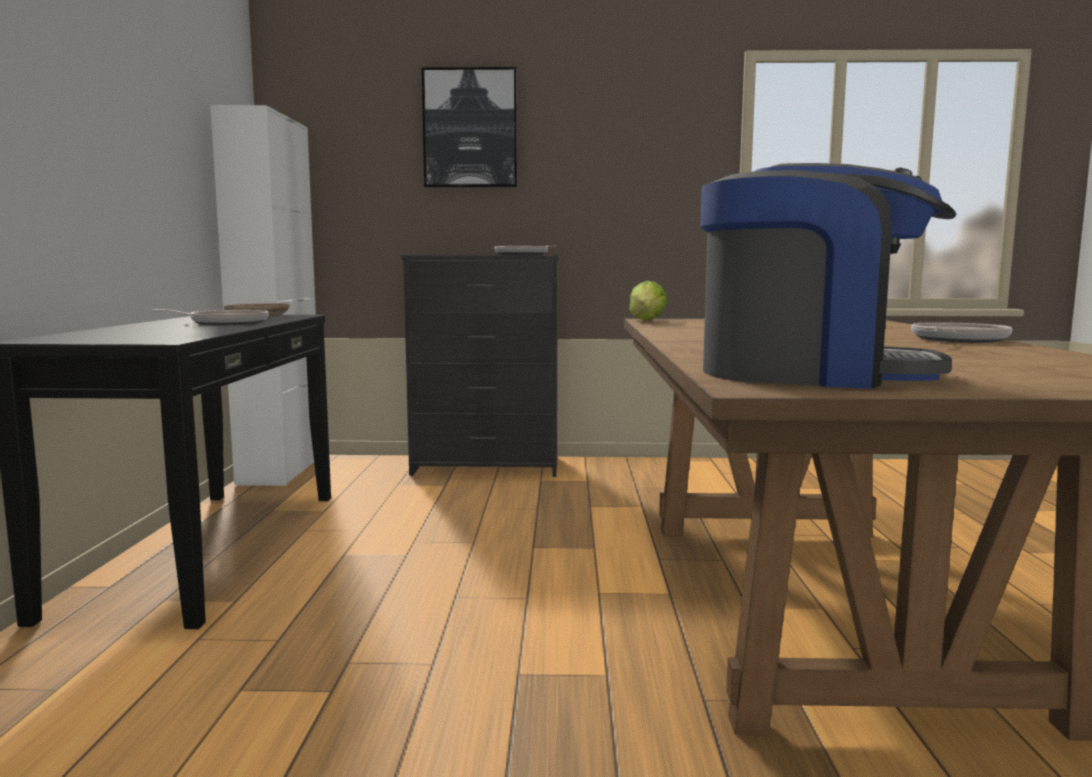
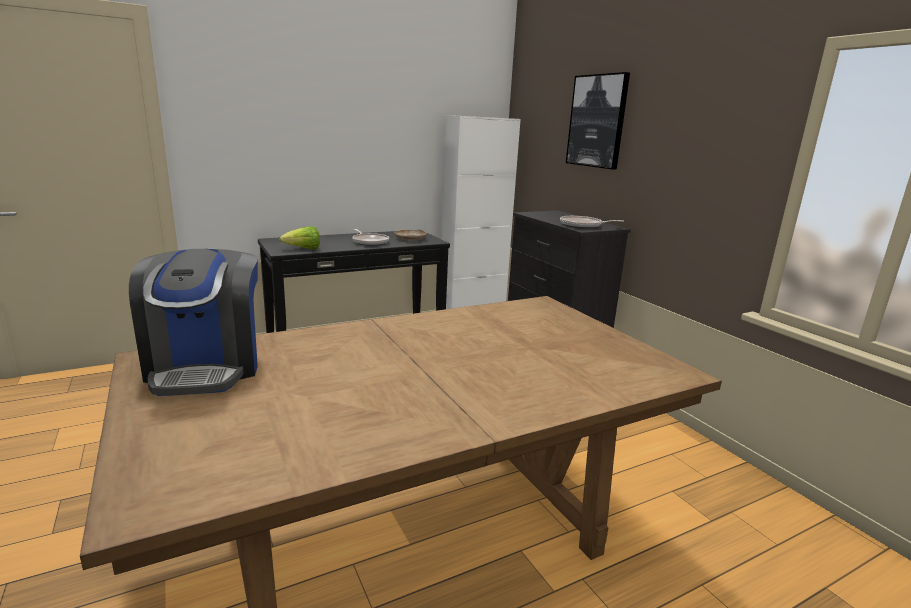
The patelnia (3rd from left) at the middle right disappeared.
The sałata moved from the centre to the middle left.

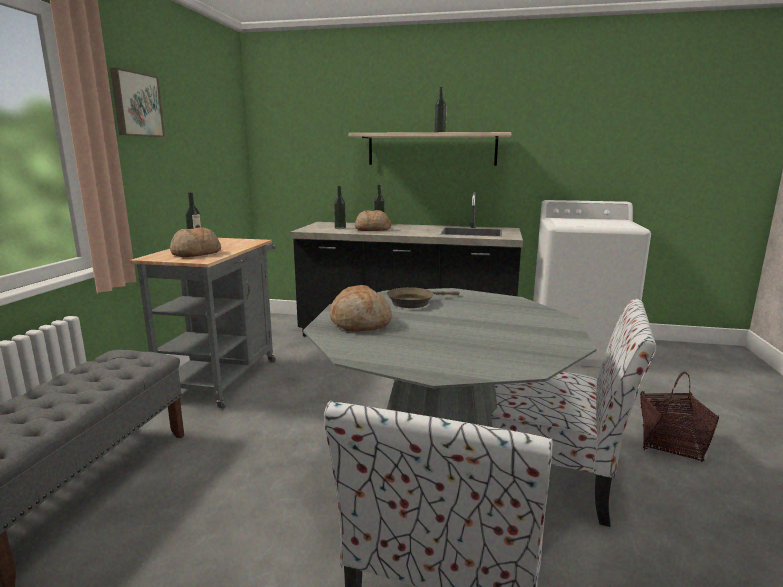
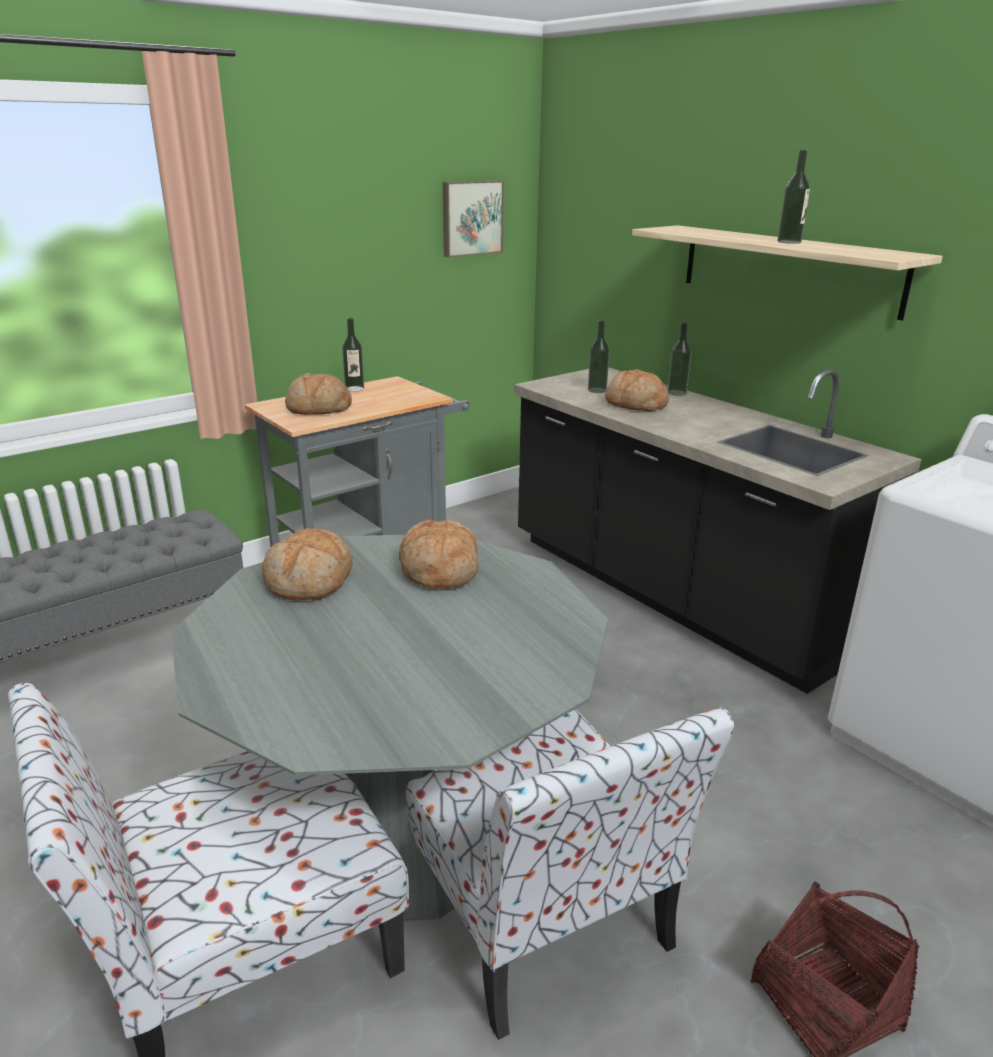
The obraz moved from the top left to the top centre.
The patelnia [brązowy] at the centre was replaced by the chleb (3rd from left) at the centre.

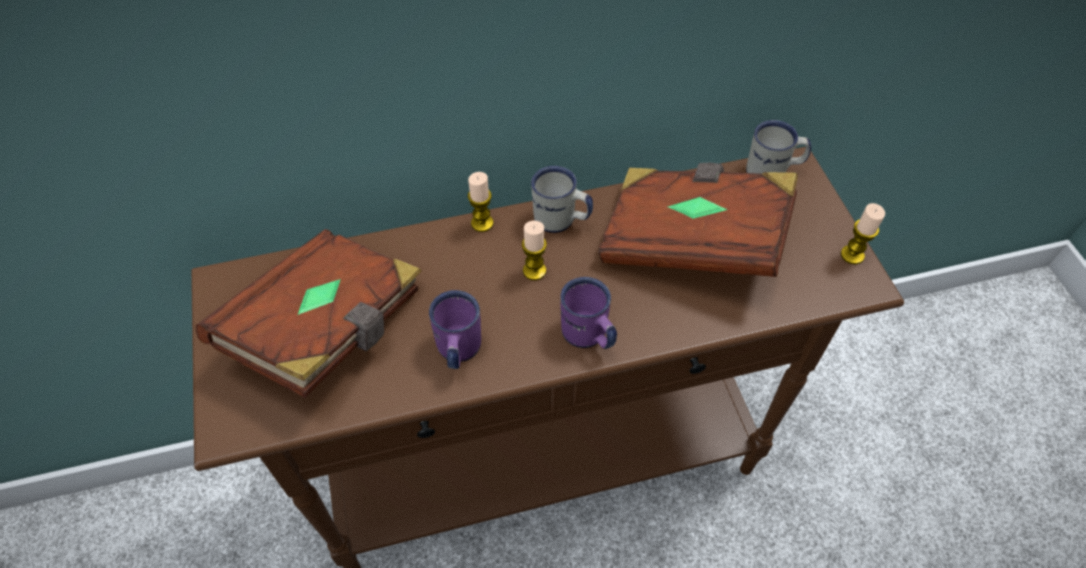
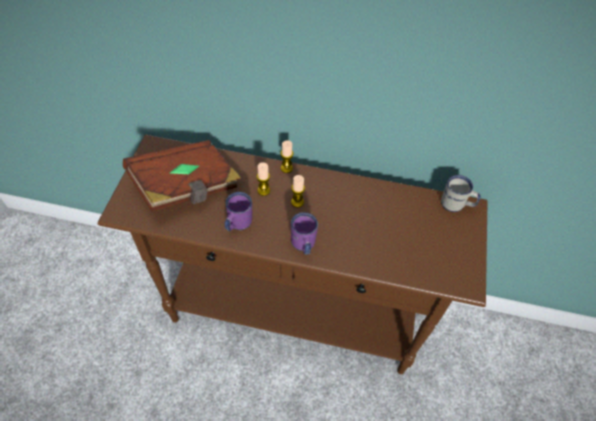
The kubek [biały] (1st from left) at the centre disappeared.
The książka [brązowy] (2nd from left) at the centre disappeared.
The świeca (3rd from left in the first image) moved from the middle right to the centre.

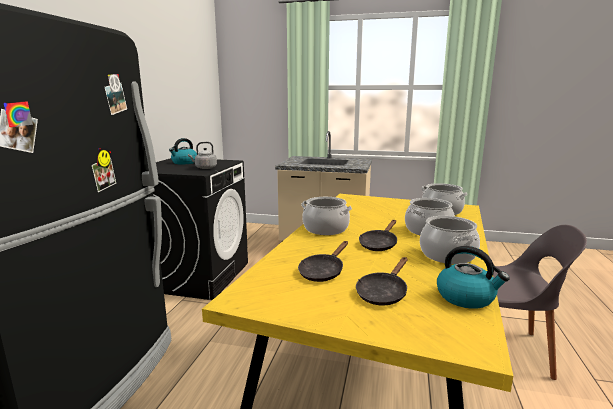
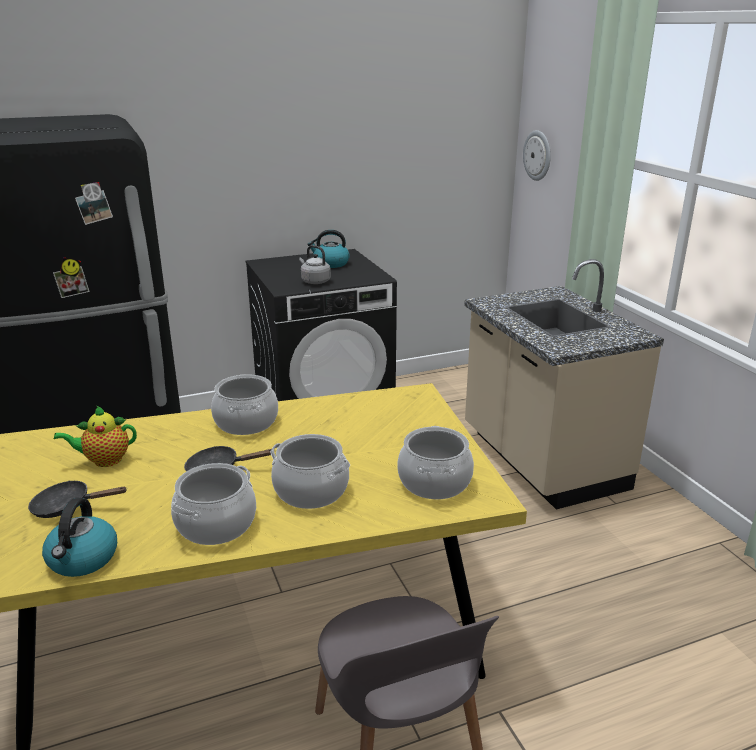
The zegar ścienny at the top right appeared.
The patelnia [czarny] (1st from left) at the centre was replaced by the imbryk at the middle left.

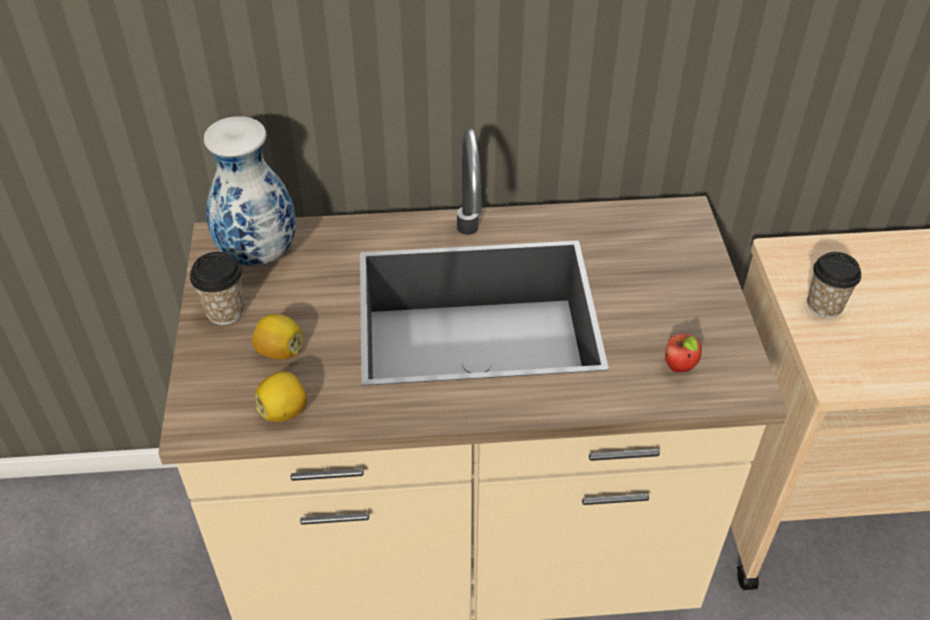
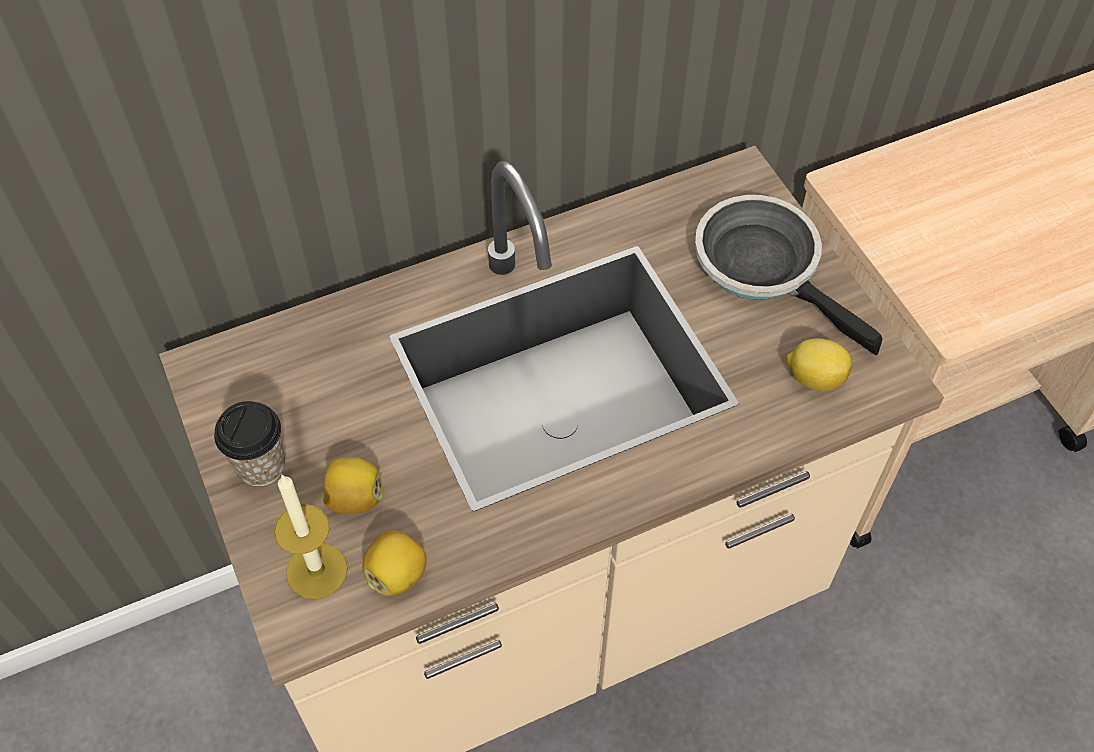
The wazon at the top left disappeared.
The filiżanka (2nd from left) at the middle right disappeared.
The świeca at the bottom left appeared.
The patelnia at the middle right appeared.
The jabłko at the middle right was replaced by the cytryna (3rd from left) at the middle right.

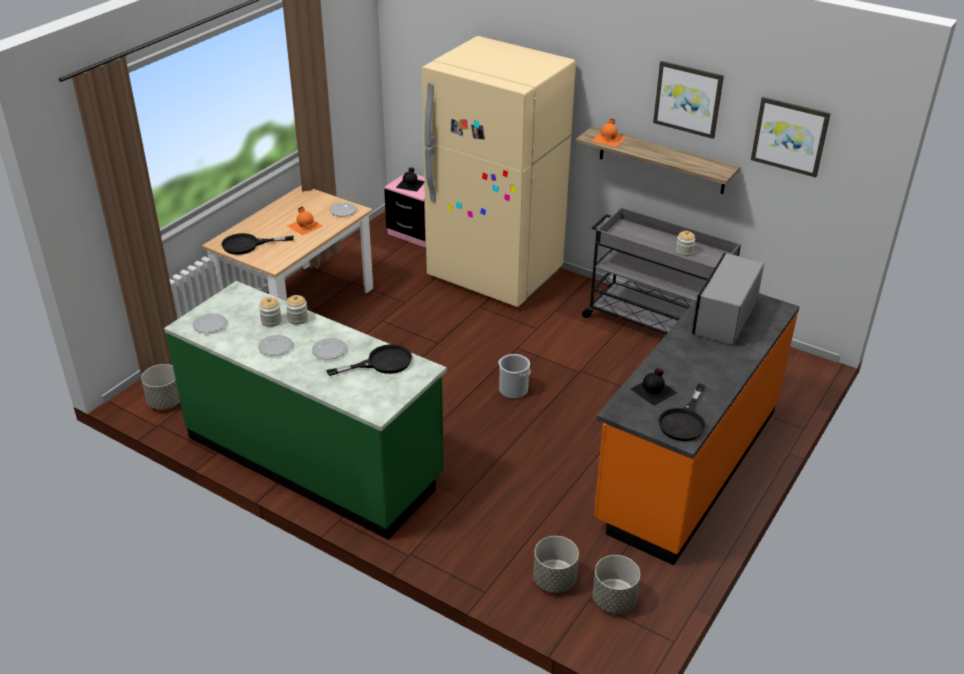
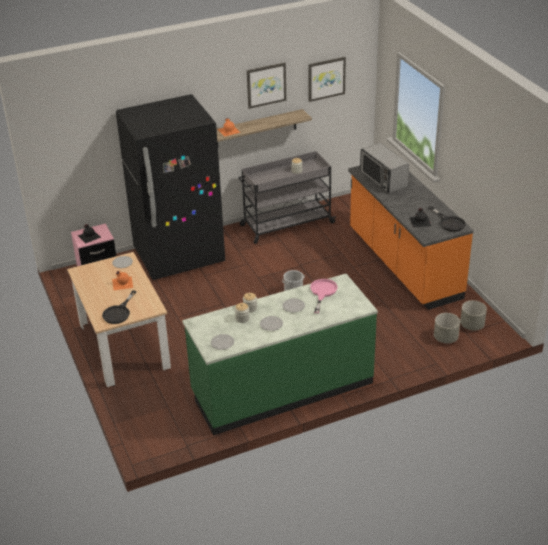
The donica [szary] (1st from left) at the middle left disappeared.
The patelnia [czarny] (2nd from left) at the centre became the patelnia [różowy] at the centre.
The lodówka [beżowy] at the top centre became the lodówka [czarny] at the middle left.

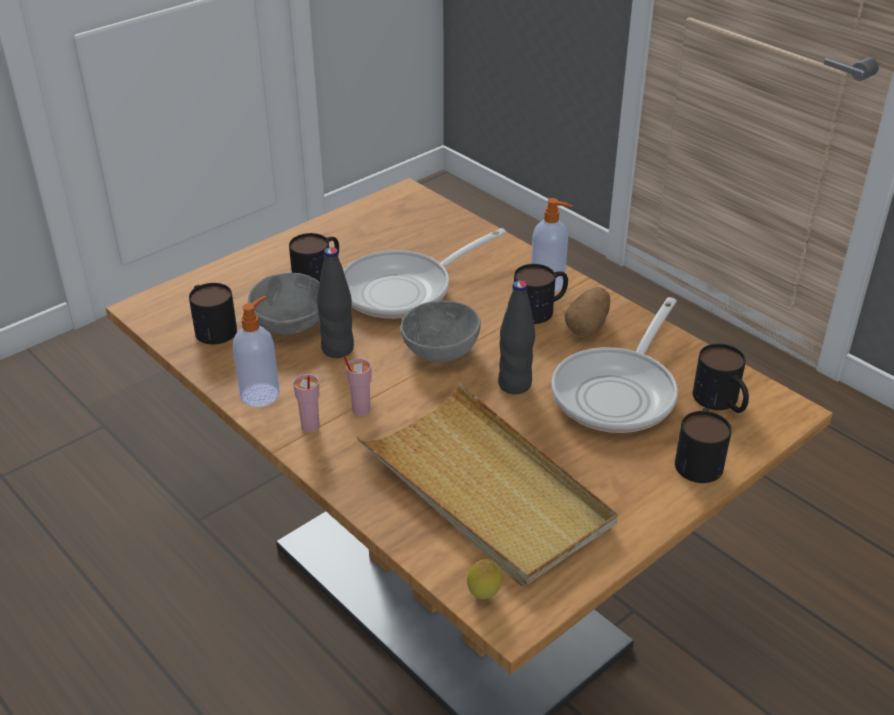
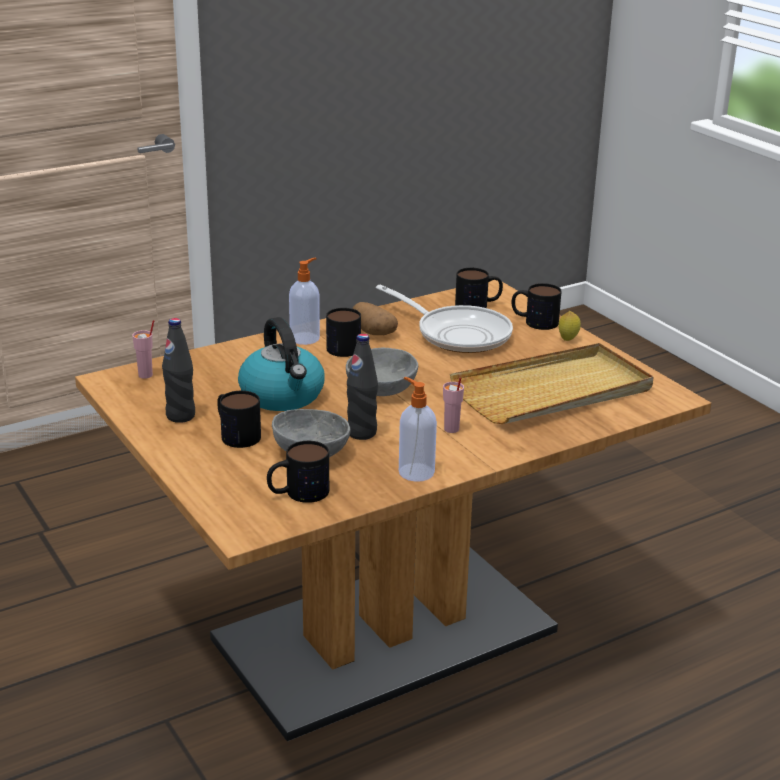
The filiżanka [różowy] (1st from left) moved from the centre to the middle left.
The cytryna moved from the bottom centre to the middle right.
The butelka [czarny] (2nd from left in the first image) moved from the centre to the middle left.
The patelnia (1st from left) at the centre was replaced by the czajnik at the centre.

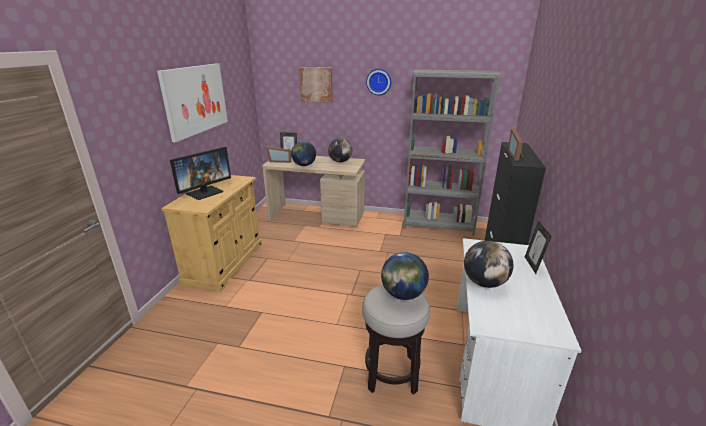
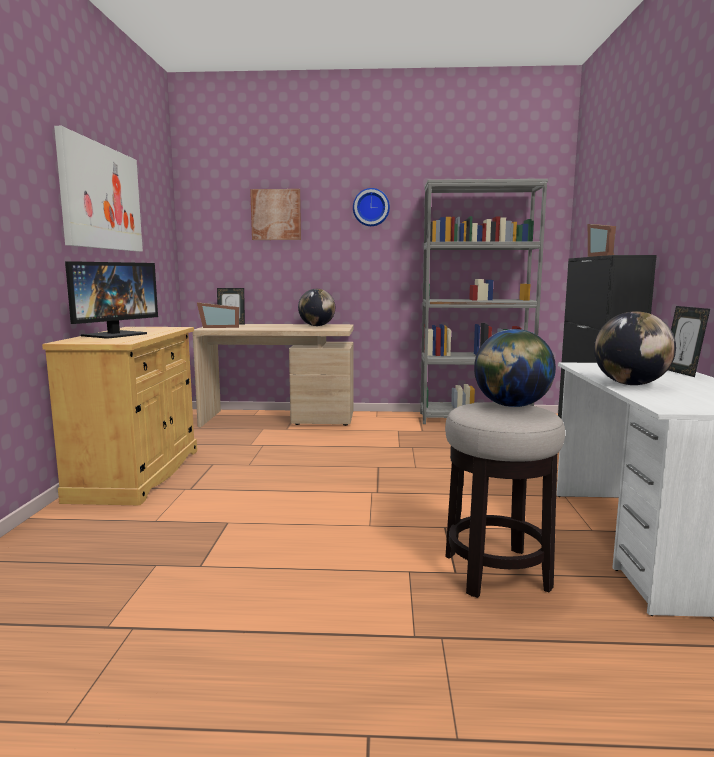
The globus (1st from left) at the centre disappeared.

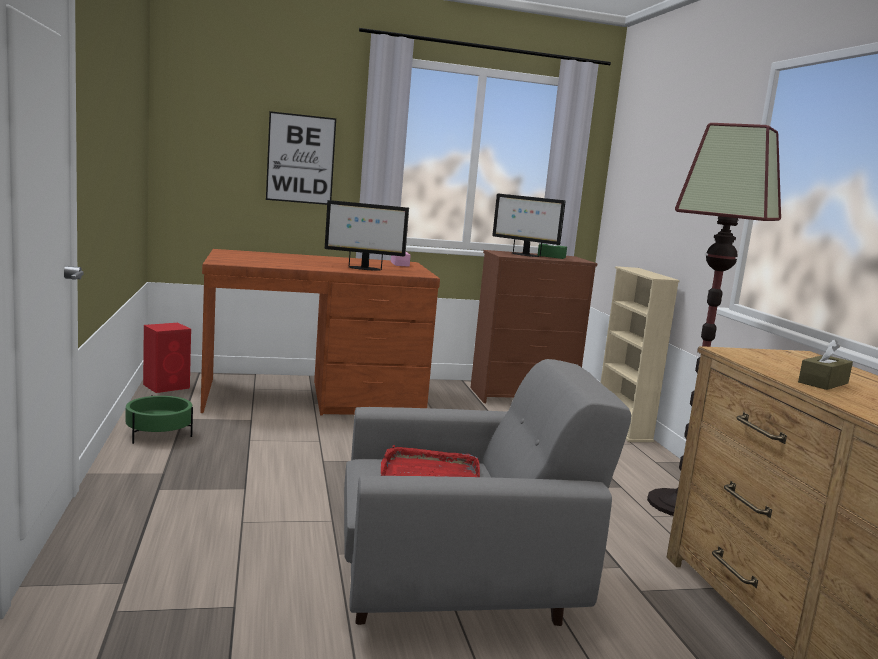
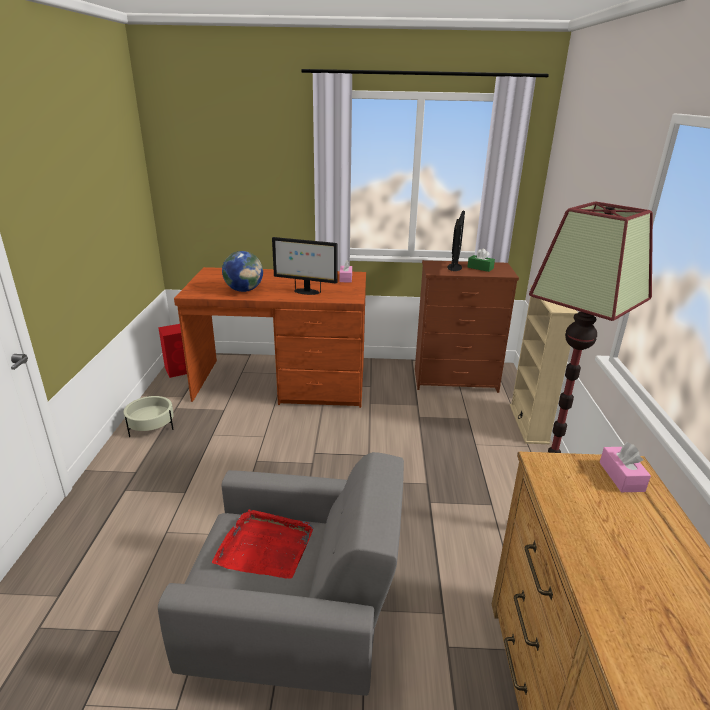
The obraz at the top centre disappeared.
The pudełko chusteczek [brązowy] at the middle right disappeared.
The globus at the centre appeared.
The pudełko chusteczek [różowy] (2nd from left) at the middle right appeared.
The donica [zielony] at the middle left became the donica [beżowy] at the middle left.
The monitor (2nd from left) at the centre turned 120 degrees counterclockwise.

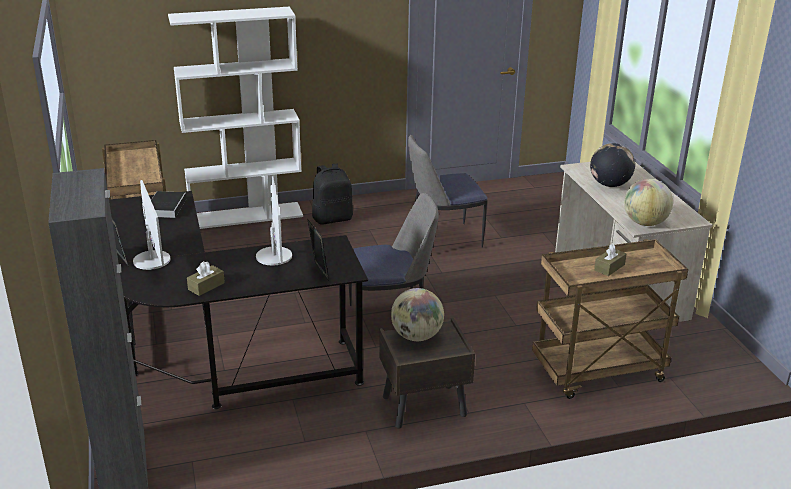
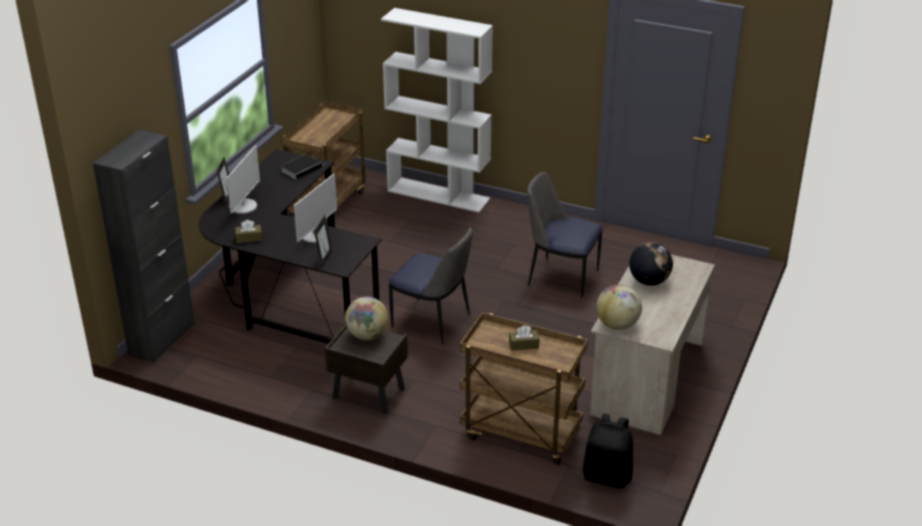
The plecak [czarny] moved from the centre to the bottom centre.

